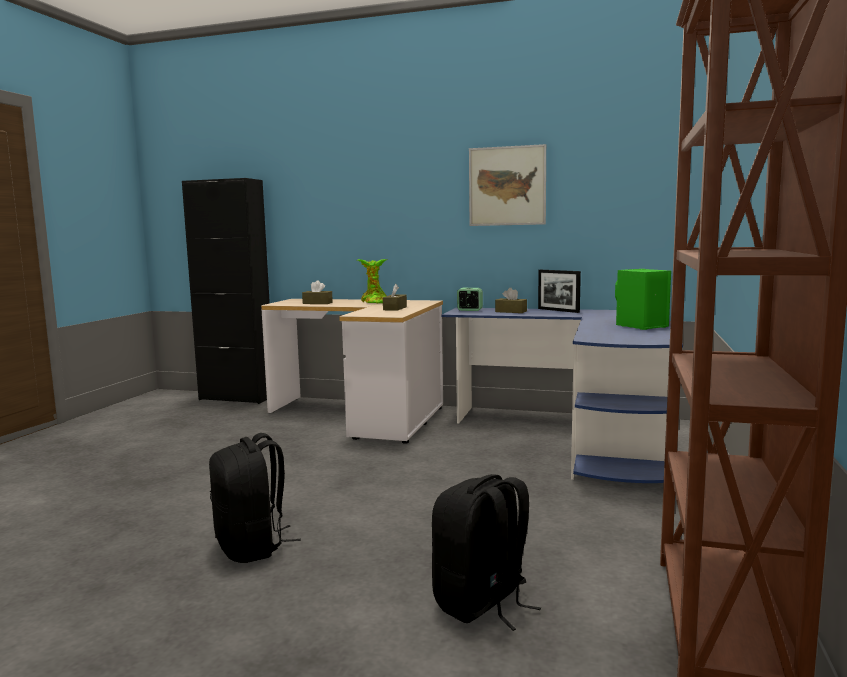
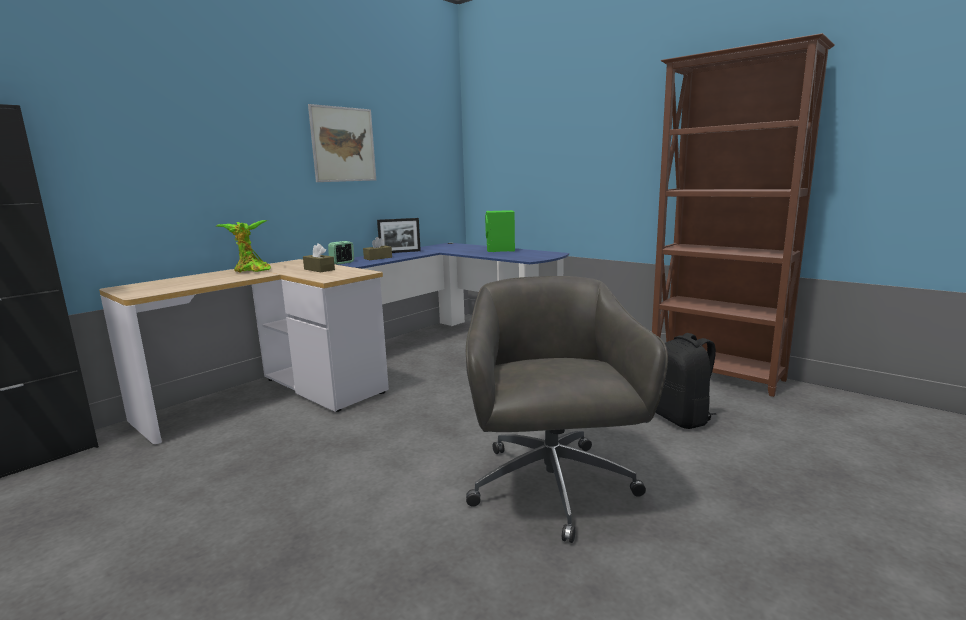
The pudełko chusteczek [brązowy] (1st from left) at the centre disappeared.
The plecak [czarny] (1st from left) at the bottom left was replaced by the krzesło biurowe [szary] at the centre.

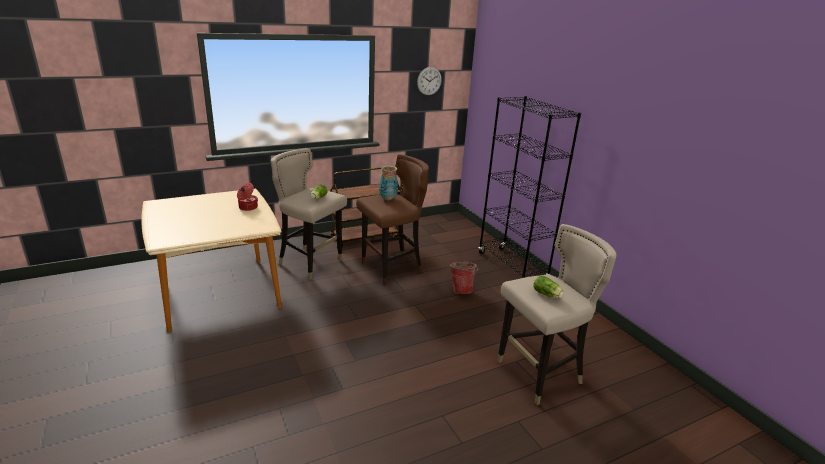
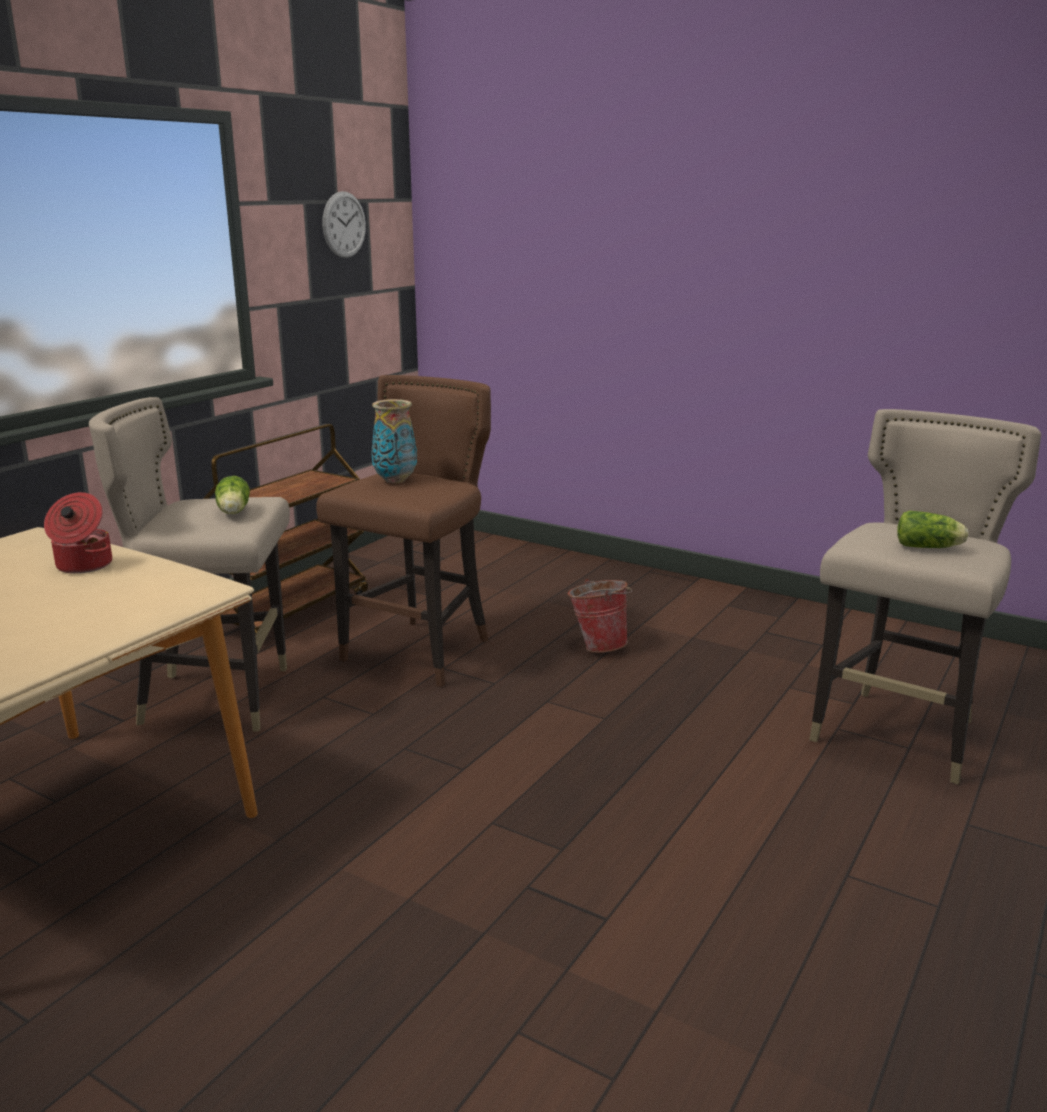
The regał [czarny] at the centre disappeared.

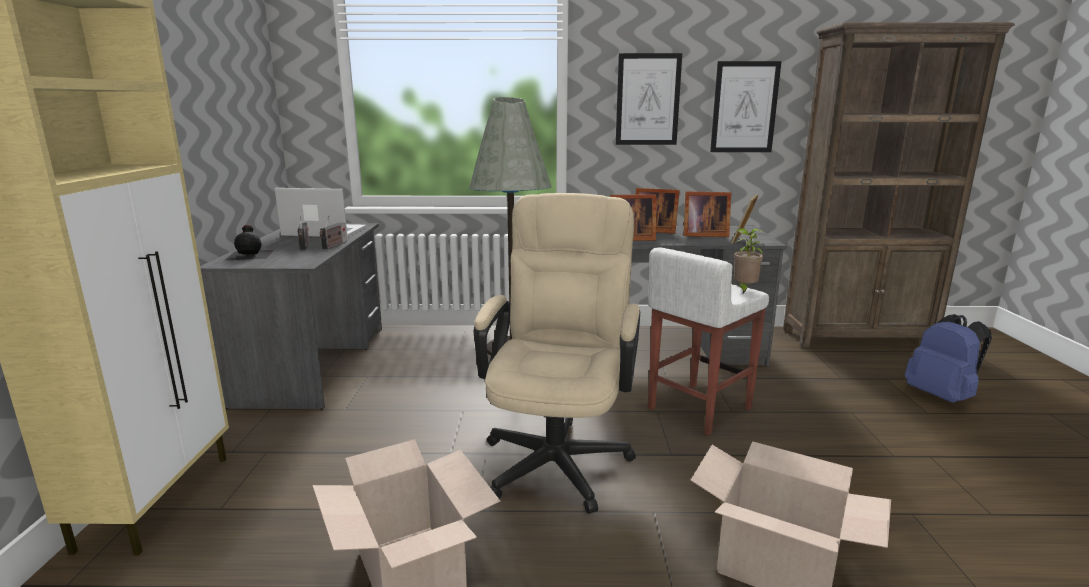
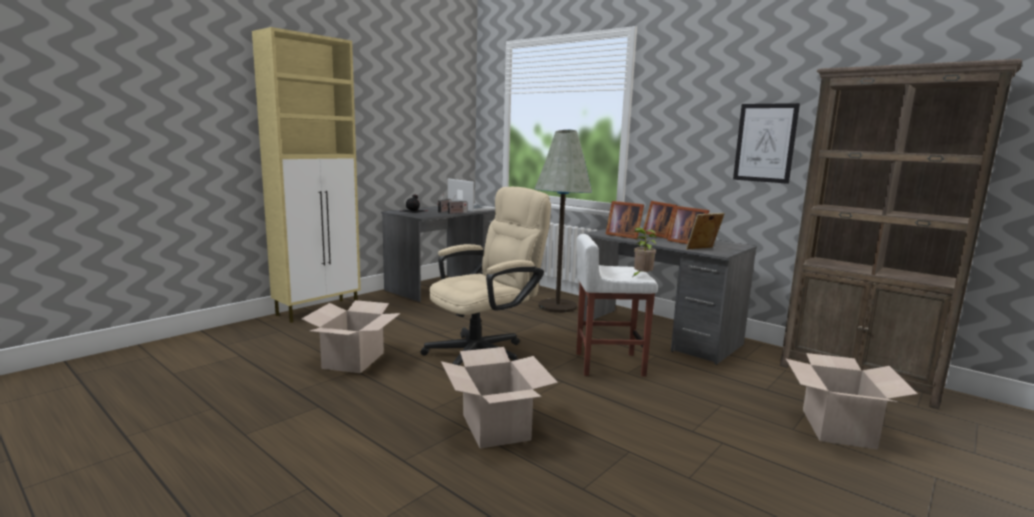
The obraz (1st from left) at the top centre disappeared.
The plecak [niebieski] at the middle right was replaced by the karton (3rd from left) at the bottom right.

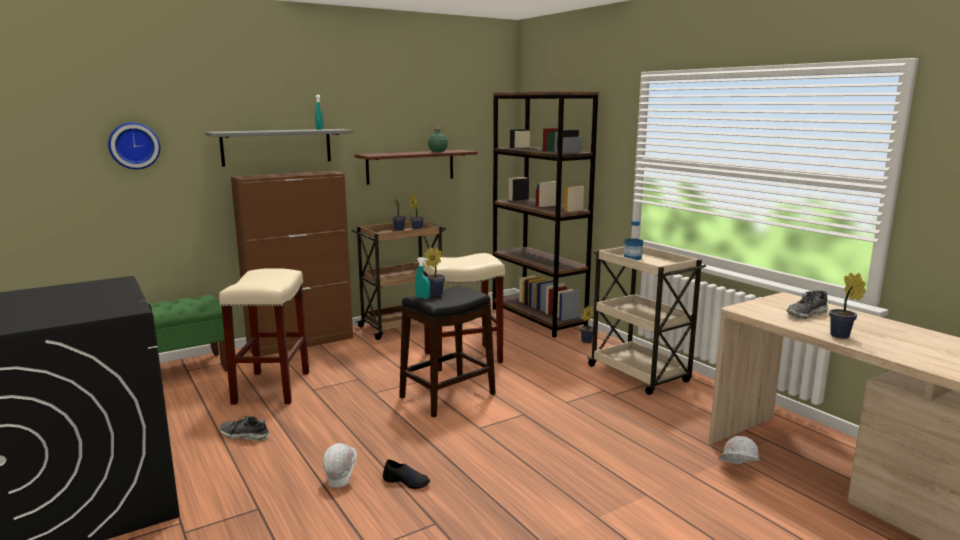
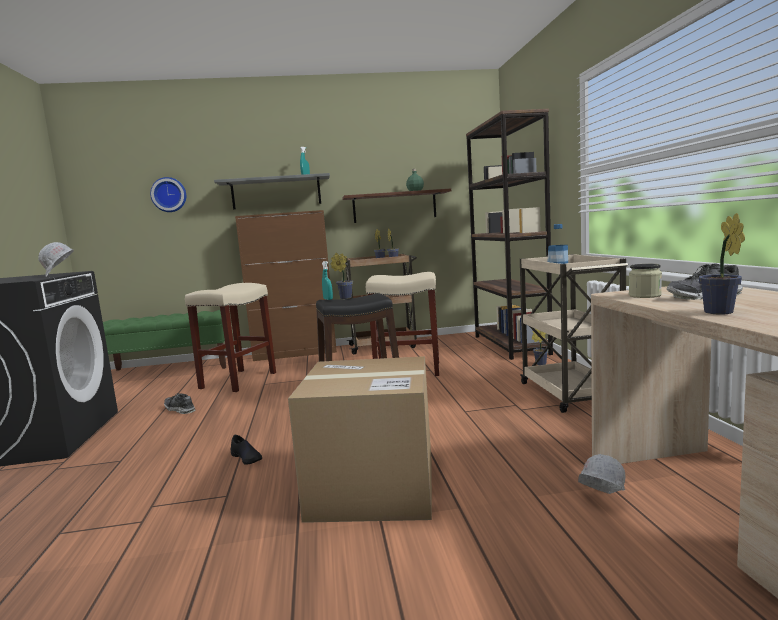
The karton at the bottom centre appeared.
The słoik at the middle right appeared.
The kask [biały] (1st from left) moved from the bottom centre to the middle left.

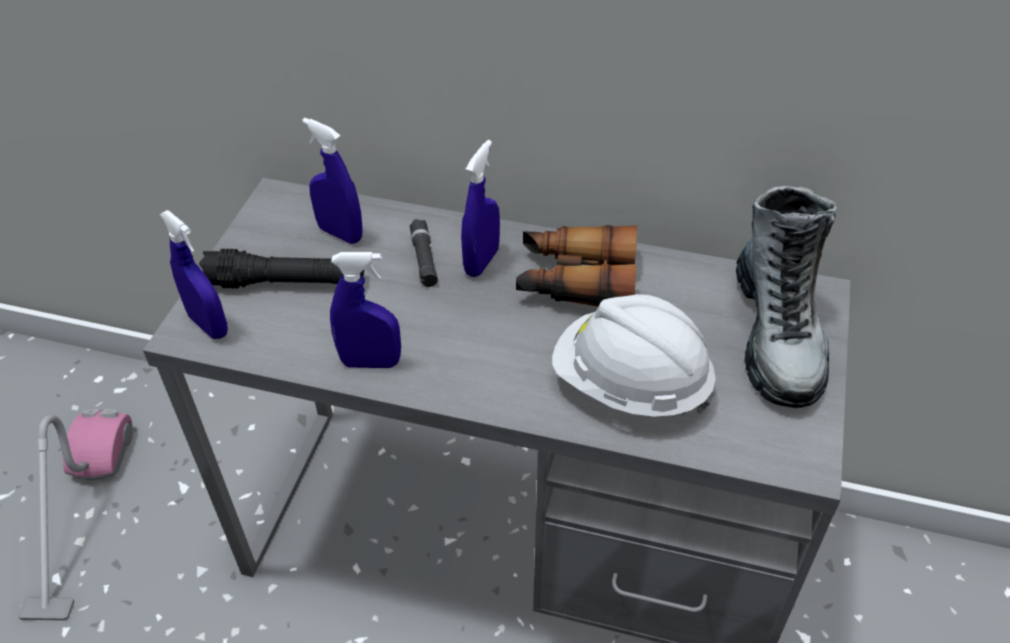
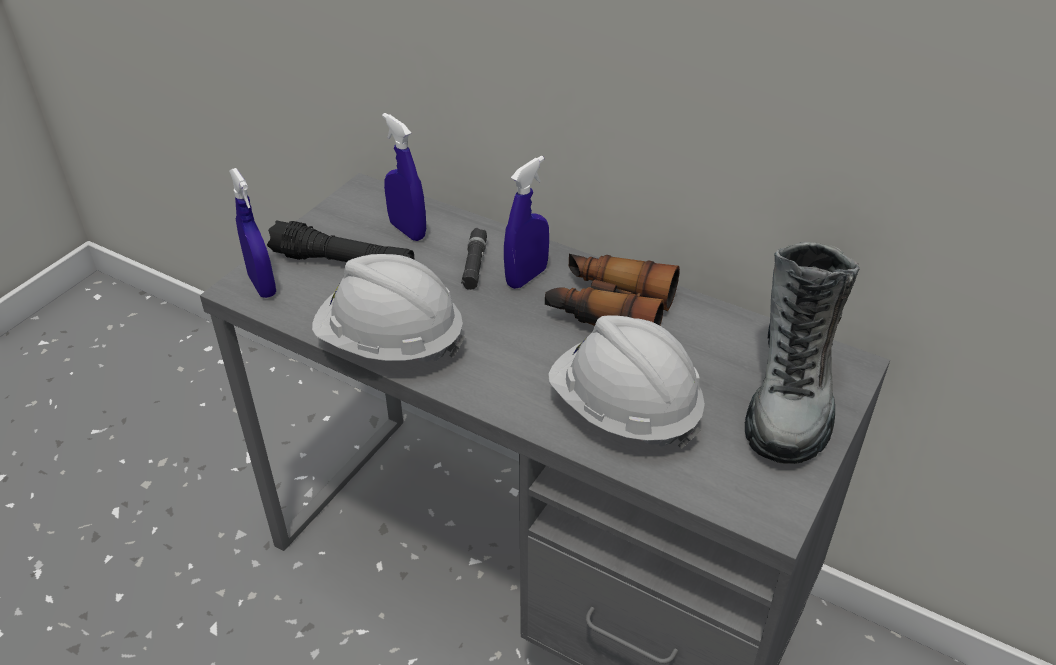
The odkurzacz at the bottom left disappeared.
The spryskiwacz [niebieski] (3rd from left) at the centre was replaced by the kask [biały] (1st from left) at the centre.

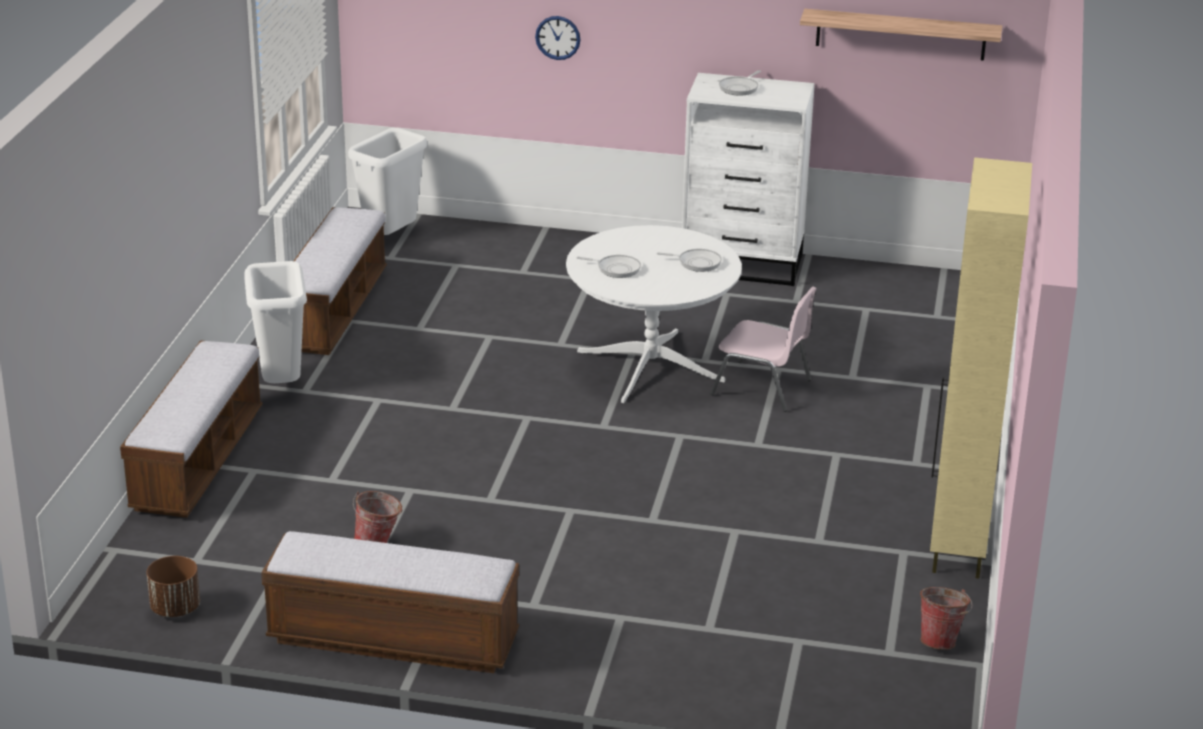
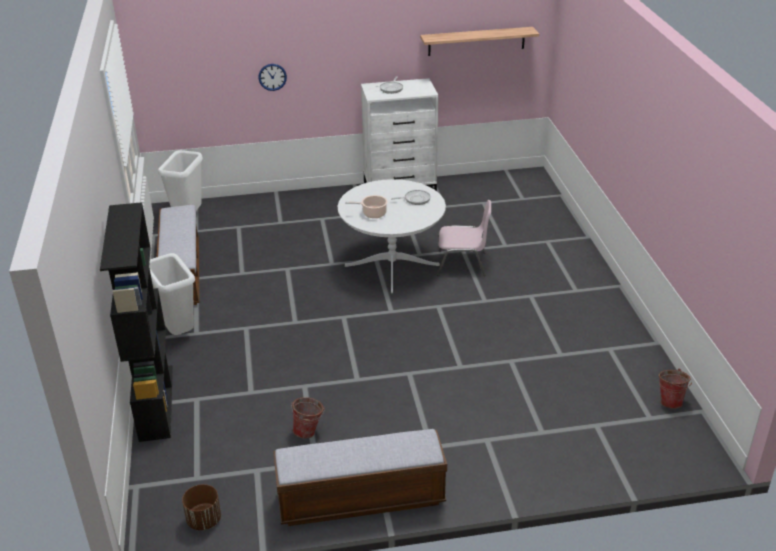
The szafka [beżowy] at the middle right disappeared.
The ławka (1st from left) at the middle left was replaced by the regał [czarny] at the middle left.
The patelnia (1st from left) at the centre was replaced by the garnek at the centre.

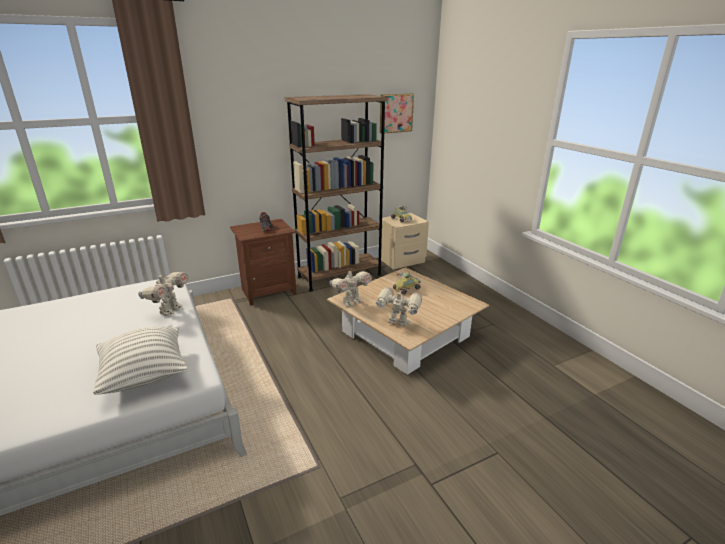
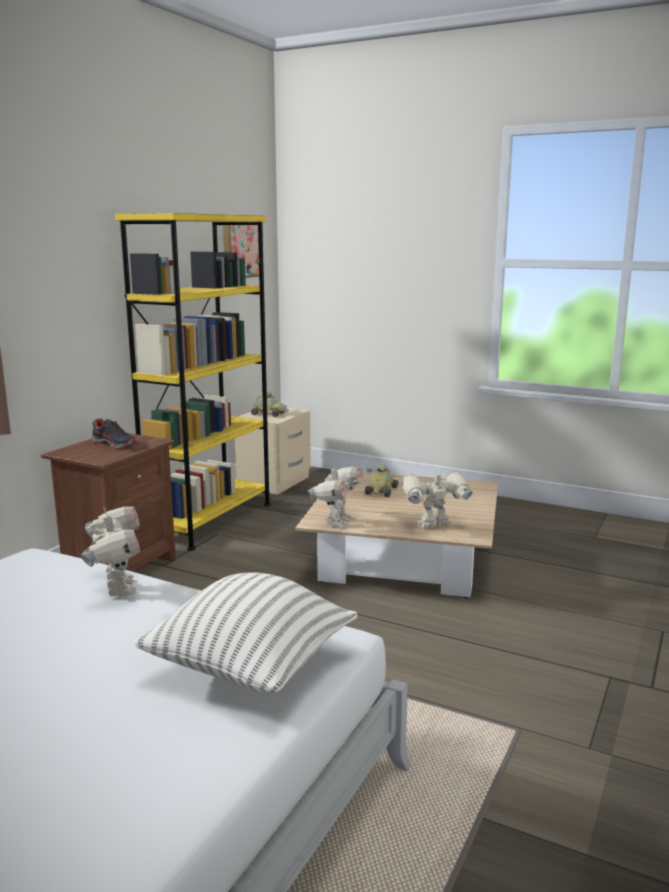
The regał [brązowy] at the centre became the regał [żółty] at the middle left.

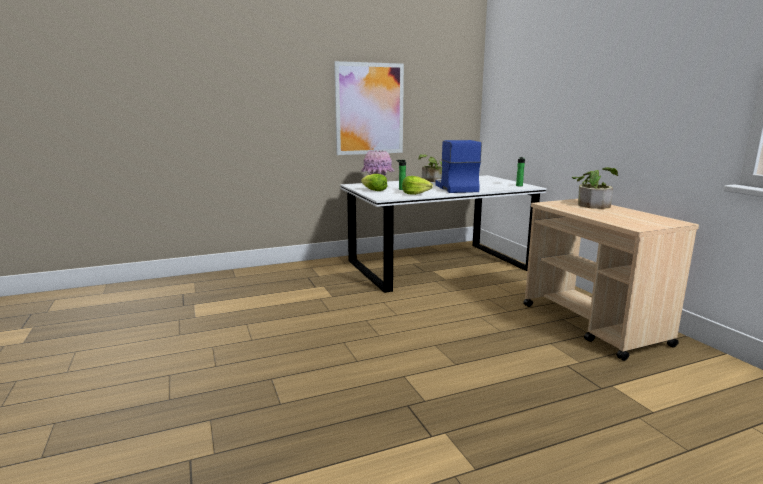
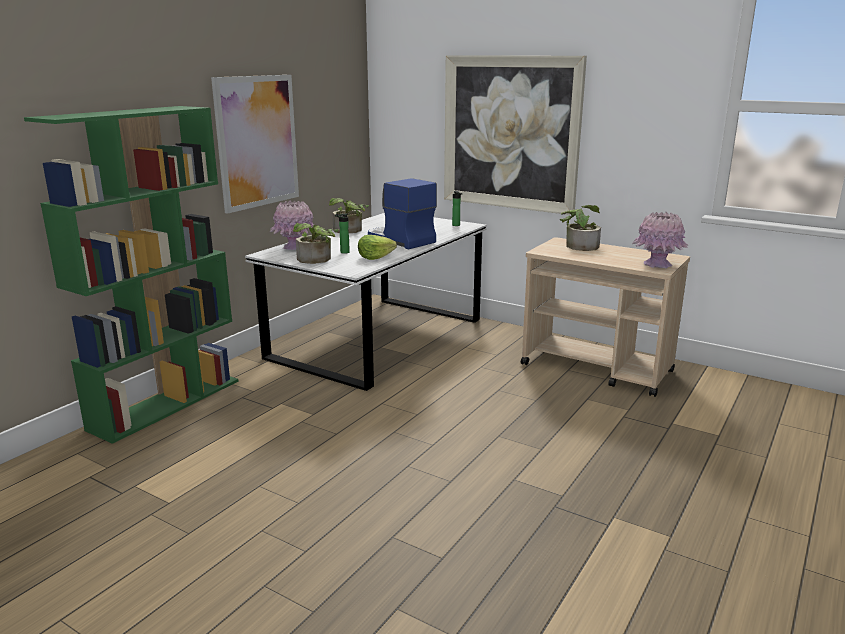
The regał [zielony] at the middle left appeared.
The obraz (2nd from left) at the top centre appeared.
The wazon [różowy] (2nd from left) at the middle right appeared.
The sałata (1st from left) at the centre was replaced by the roślina doniczkowa (1st from left) at the centre.

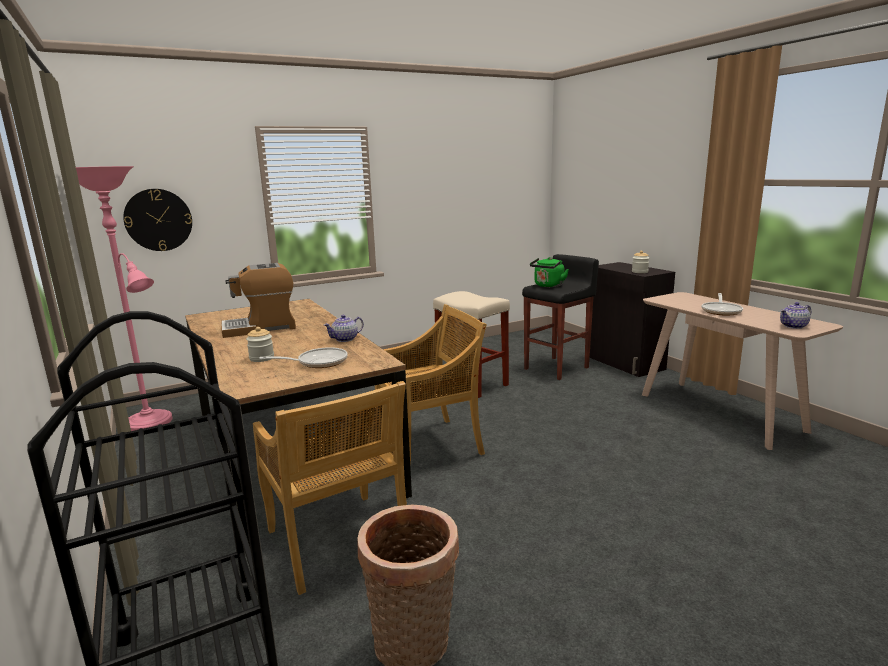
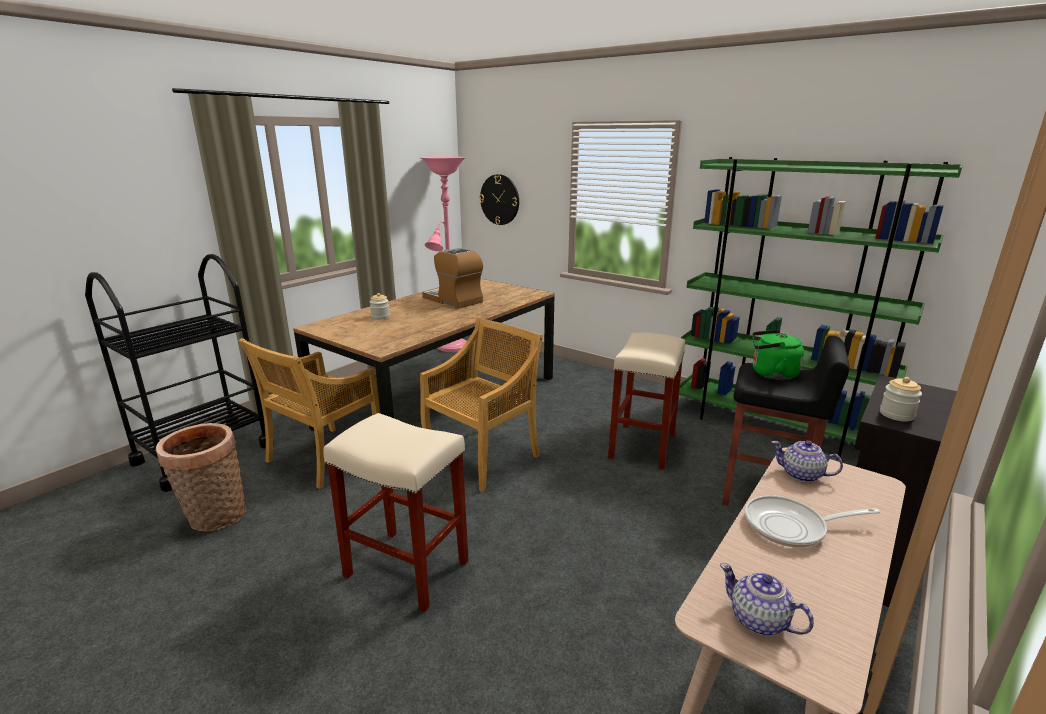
The patelnia (1st from left) at the centre disappeared.
The stołek [beżowy] (1st from left) at the bottom centre appeared.
The regał [zielony] at the middle right appeared.
The imbryk (1st from left in the first image) moved from the centre to the middle right.
The krzesło [beżowy] (2nd from left) at the centre turned 90 degrees counterclockwise.

